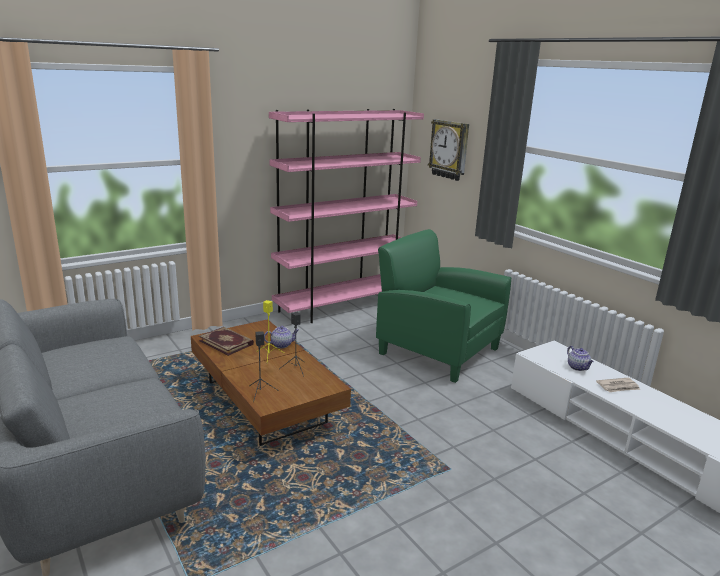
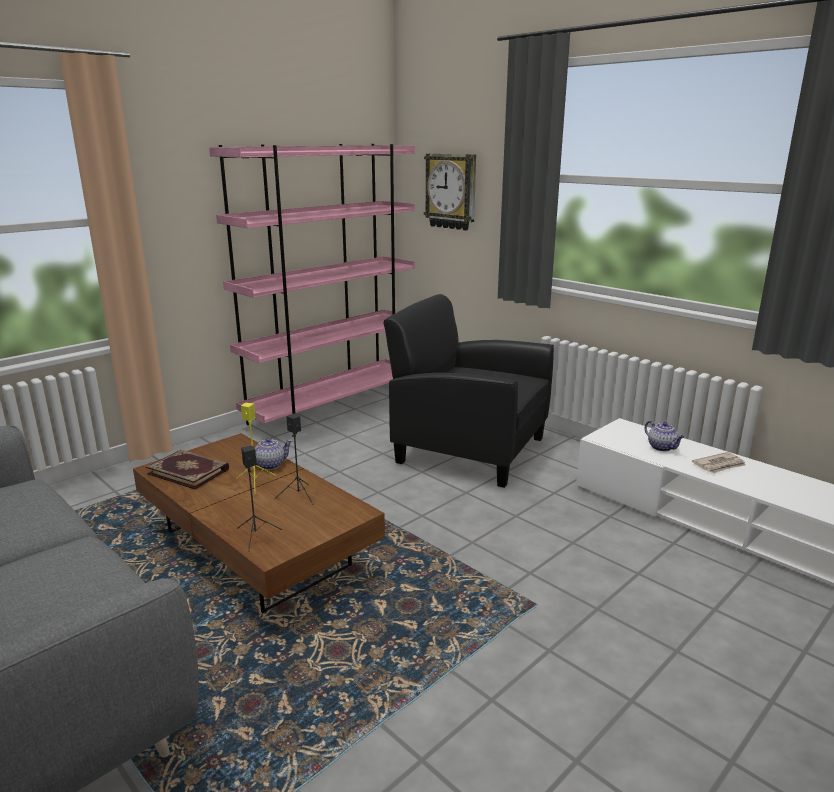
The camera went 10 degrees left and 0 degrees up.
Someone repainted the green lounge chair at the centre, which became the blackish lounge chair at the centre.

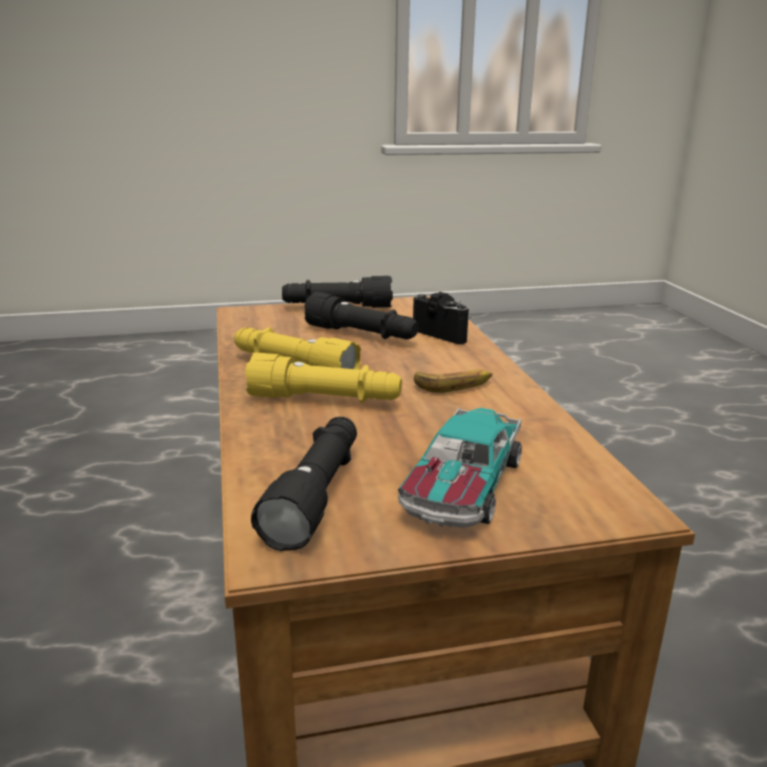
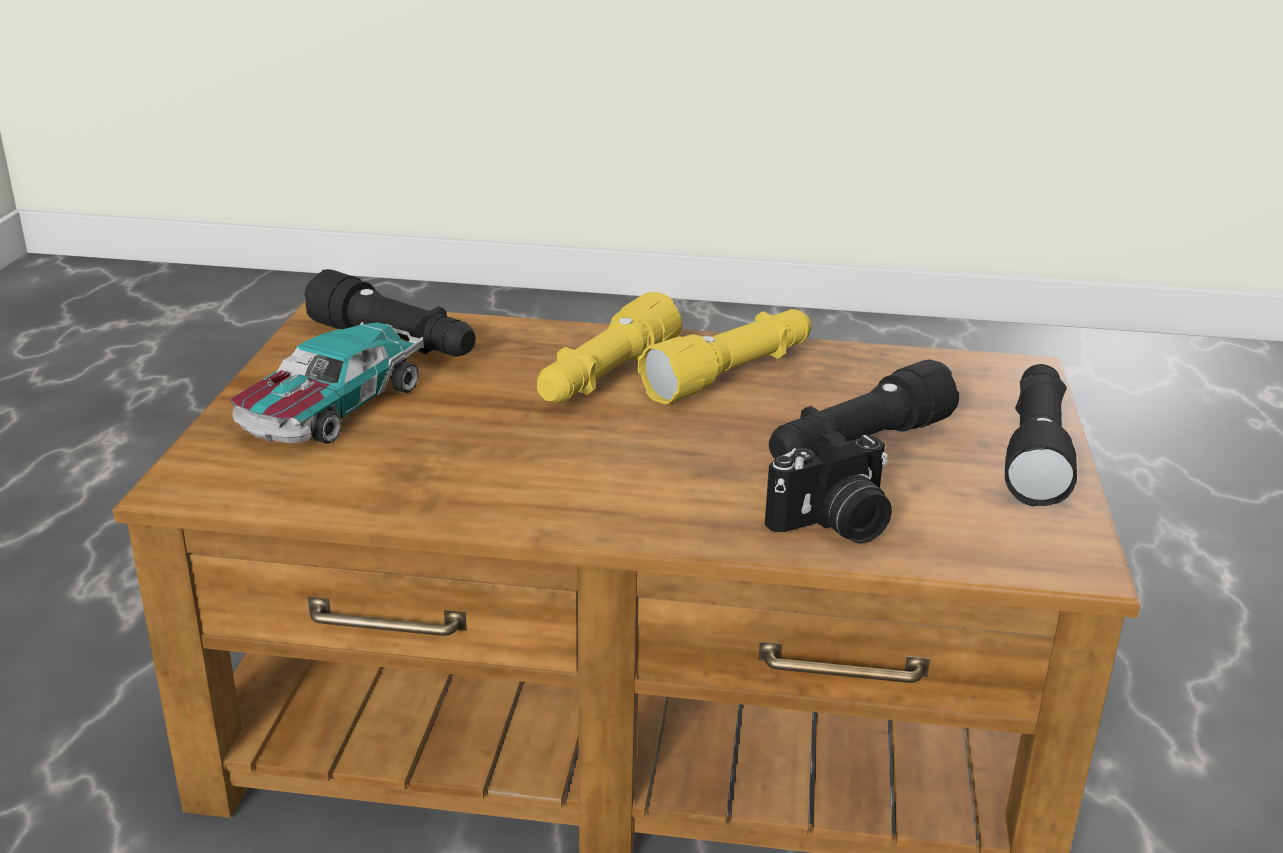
The camera went 110 degrees right and 5 degrees up.
Someone took away the banana fruit at the centre.
Someone rotated the model car at the centre by 105 degrees counterclockwise.

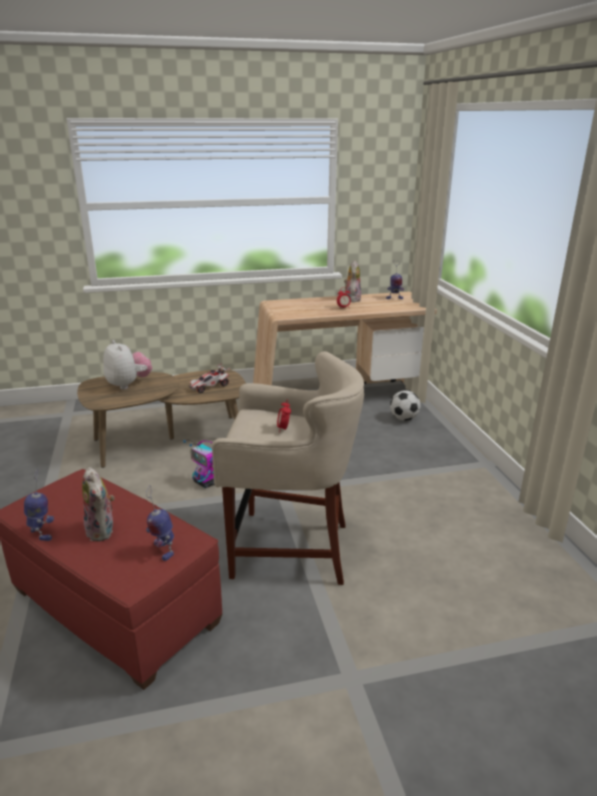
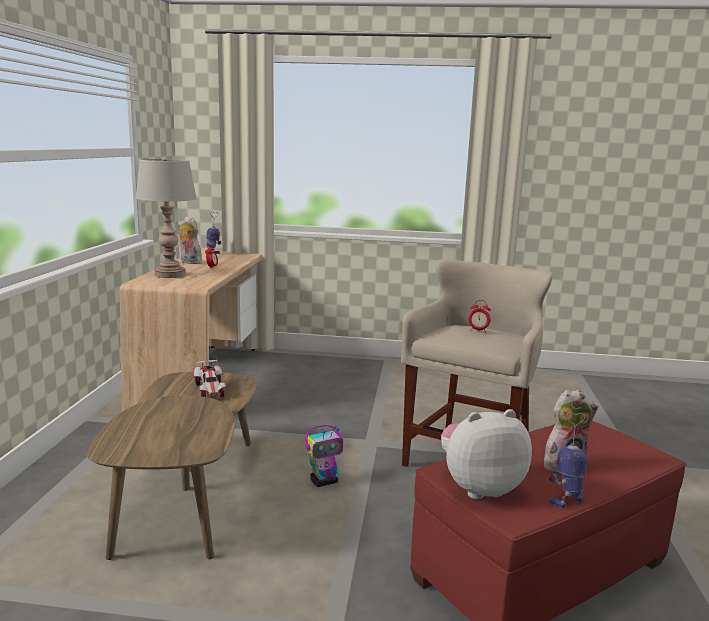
The camera went 70 degrees left and 10 degrees down.
Someone took away the model robot (no. 2 from left) at the middle left.
Someone took away the ball for football at the middle right.
Someone put down the gray tabletop lamp at the middle left.
Someone carried the plush toy (no. 2 from left) from the middle left to the bottom right.

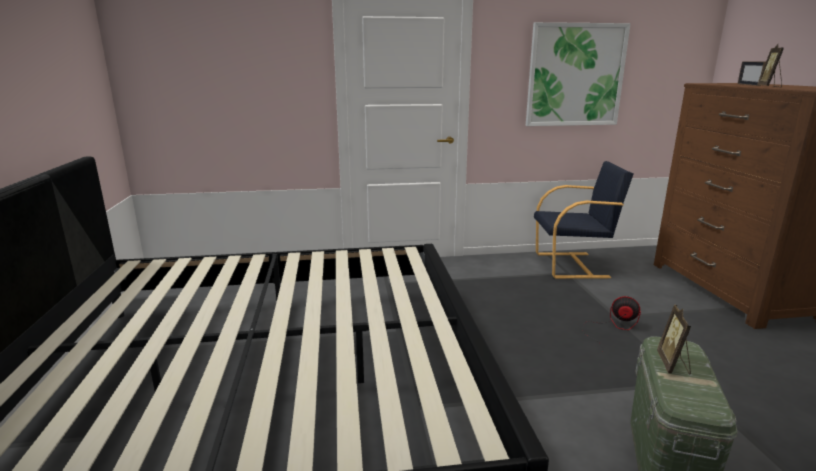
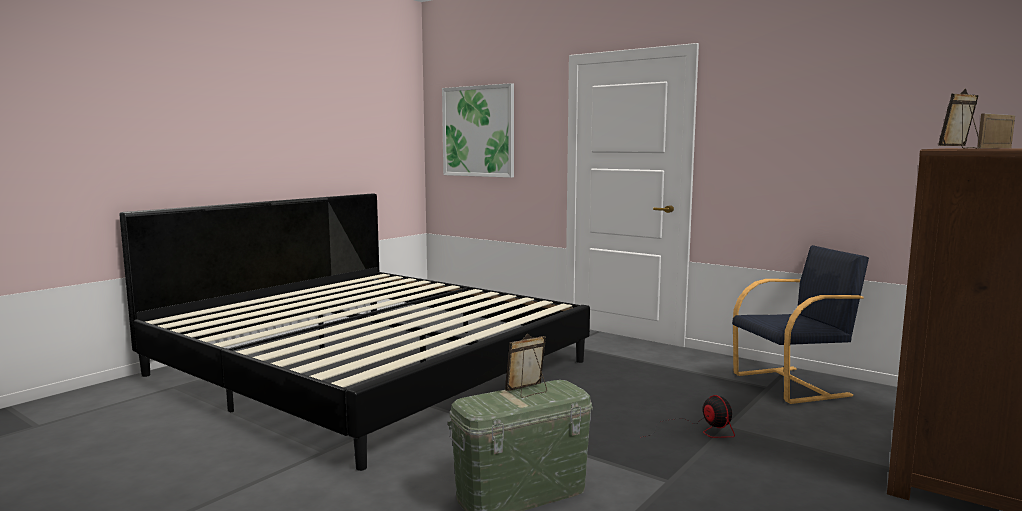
The camera went 45 degrees right and 10 degrees down.
Someone carried the wall picture from the top right to the top centre.
Someone rotated the blackish lounge chair at the middle right by 60 degrees counterclockwise.

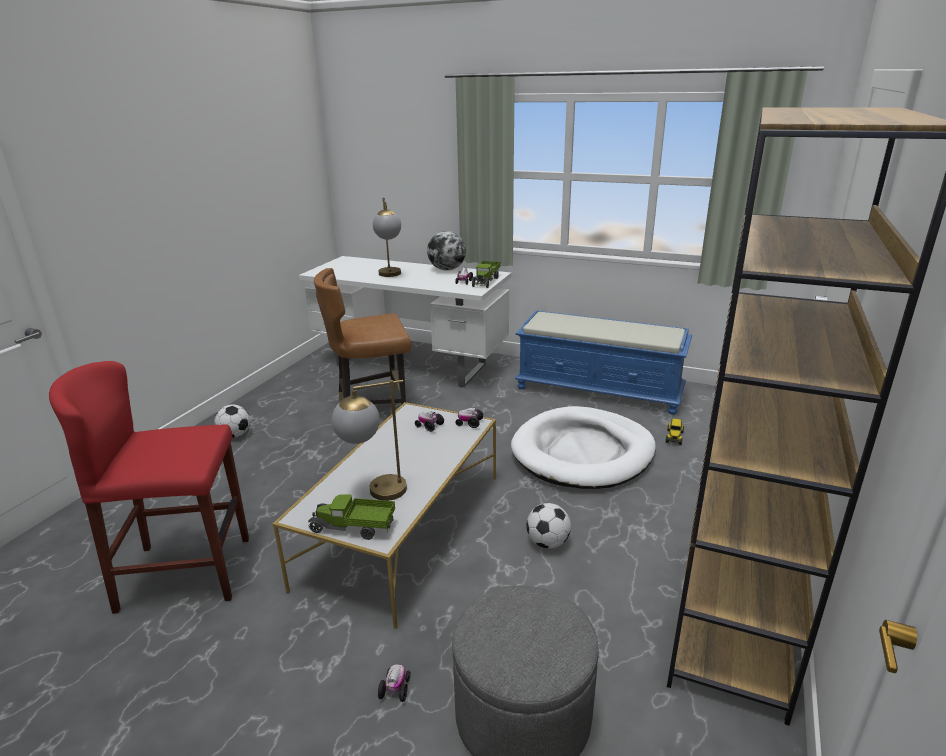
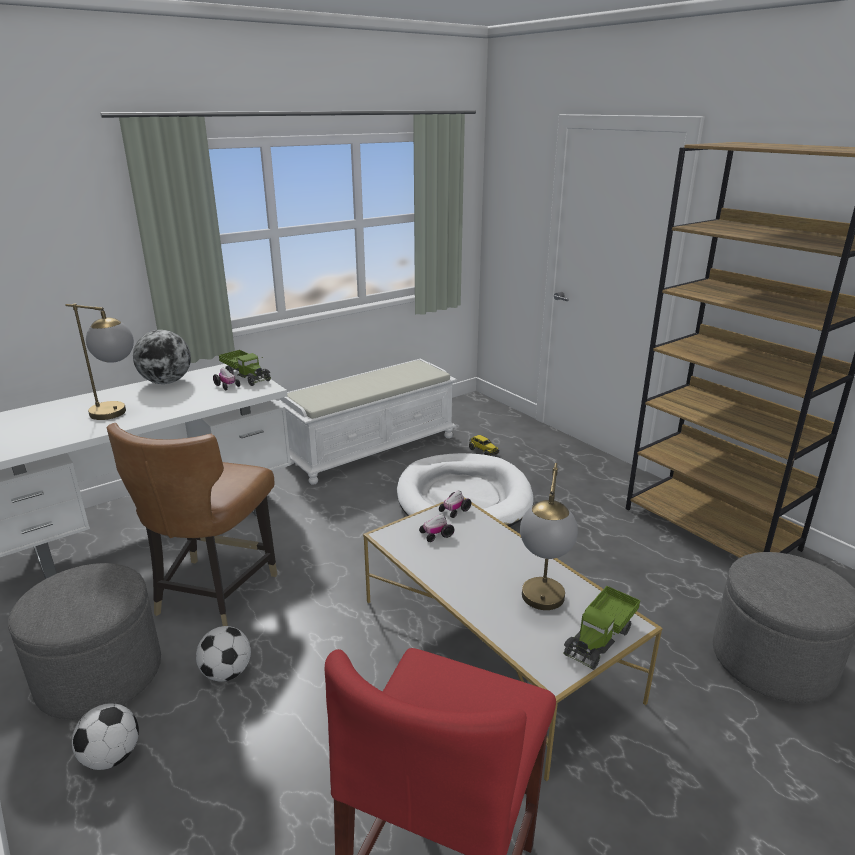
The camera went 60 degrees left and 0 degrees up.
Someone took away the model car (no. 1 from left) at the bottom centre.
Someone put down the gray footrest (no. 1 from left) at the bottom left.
Someone carried the ball for football (no. 2 from left) from the bottom centre to the bottom left.
Someone repainted the bluish bench at the centre, which became the white bench at the centre.

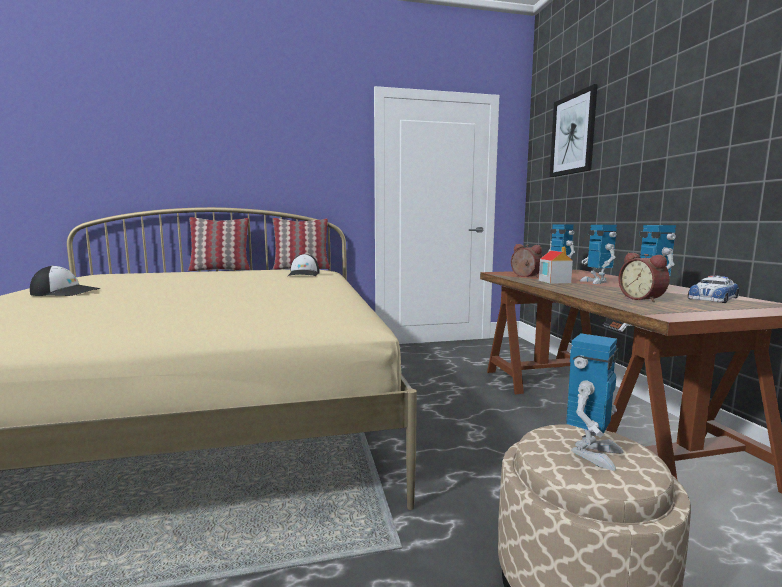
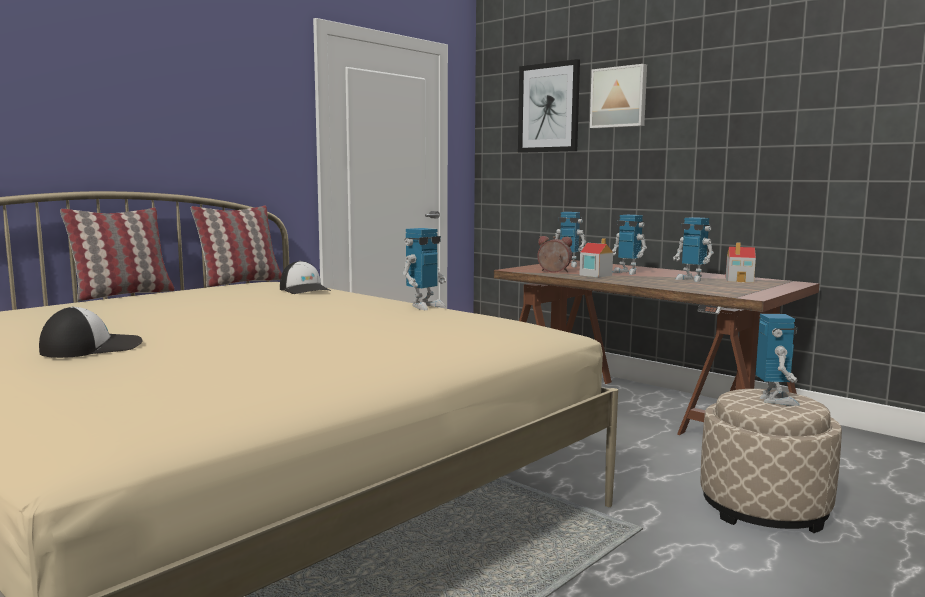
The camera went 35 degrees left and 0 degrees up.
Someone took away the alarm clock (no. 2 from left) at the middle right.
Someone put down the model robot (no. 1 from left) at the centre.
Someone put up the wall picture (no. 2 from left) at the top right.
Someone swapped the model car at the middle right for the toy house (no. 2 from left) at the middle right.

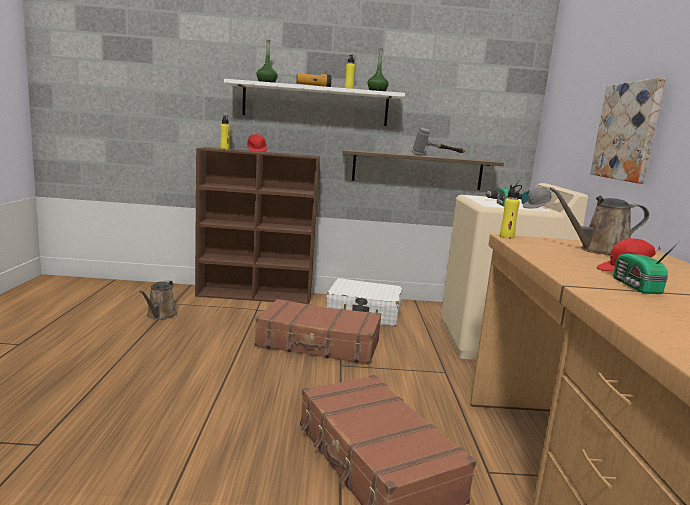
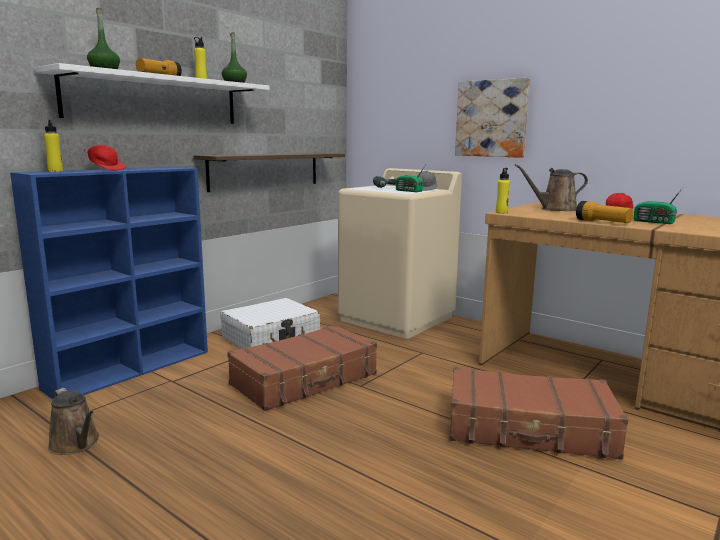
The camera went 50 degrees left and 0 degrees up.
Someone took away the hand hammer at the top centre.
Someone put down the hand torch (no. 2 from left) at the middle right.
Someone repainted the brownish bookcase at the centre, which became the bluish bookcase at the middle left.
Someone rotated the brownish watering pot (no. 2 from left) at the middle right by 45 degrees clockwise.

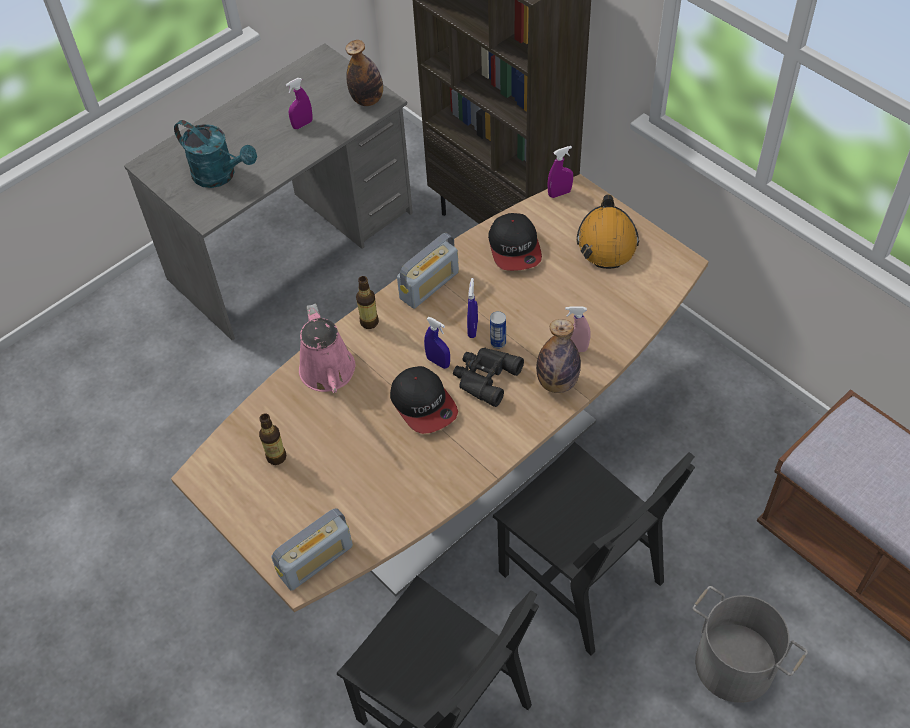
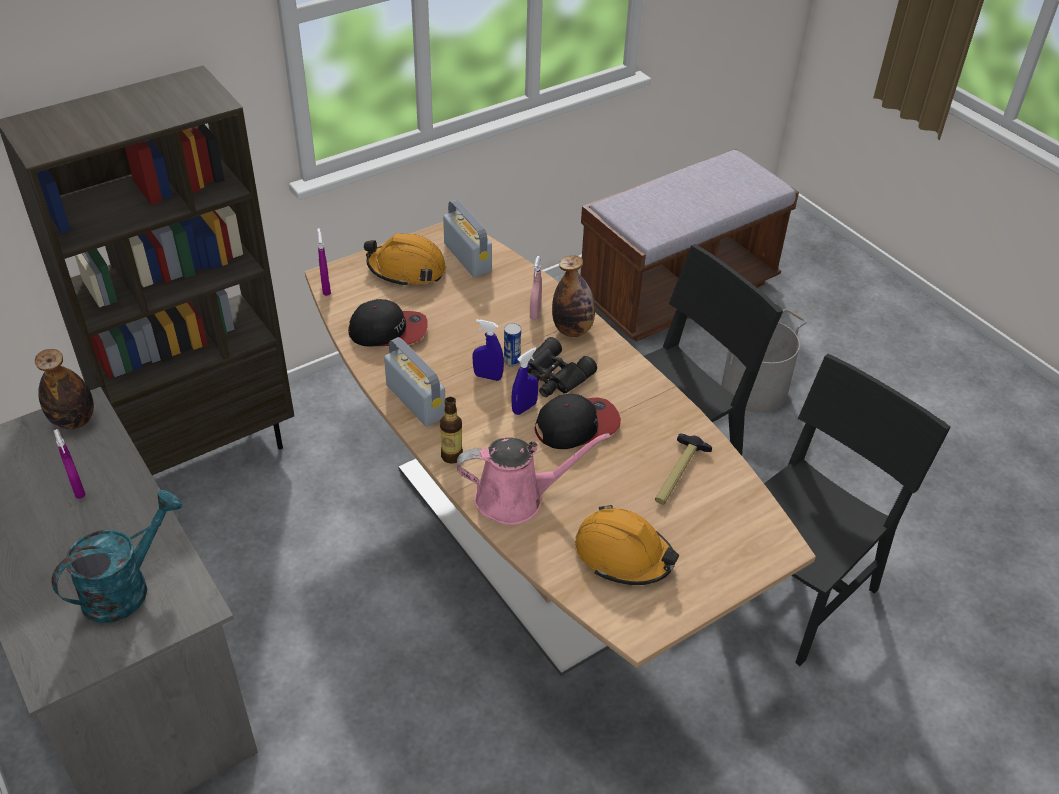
The camera went 85 degrees left and 10 degrees down.
Someone put down the hand hammer at the centre.
Someone carried the radio receiver (no. 1 from left in the first image) from the bottom centre to the top centre.
Someone swapped the drink bottle (no. 1 from left) at the middle left for the orange hard hat (no. 2 from left) at the bottom centre.

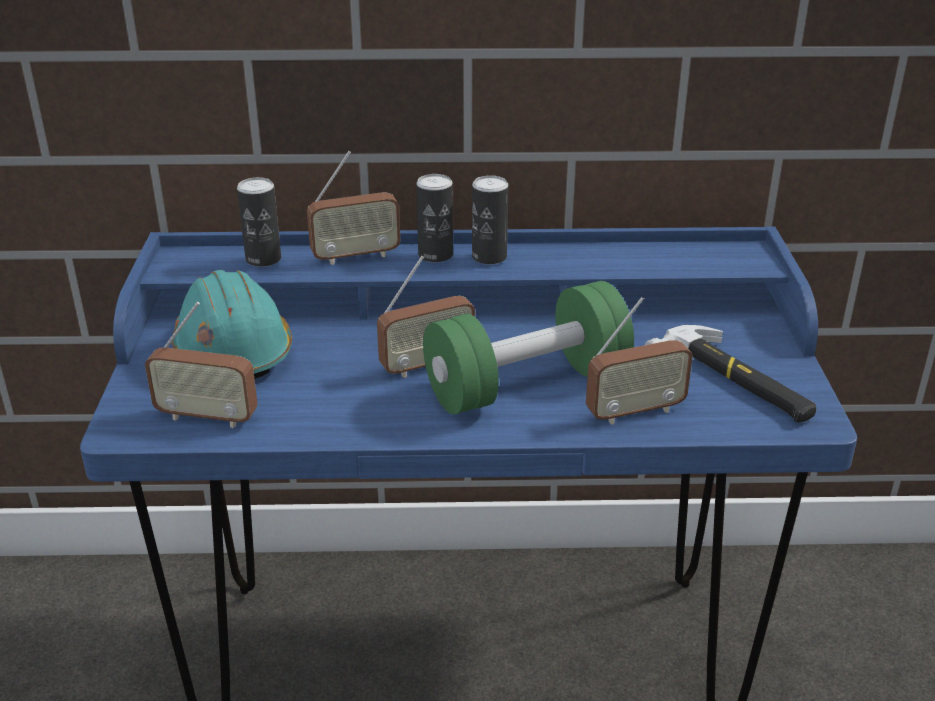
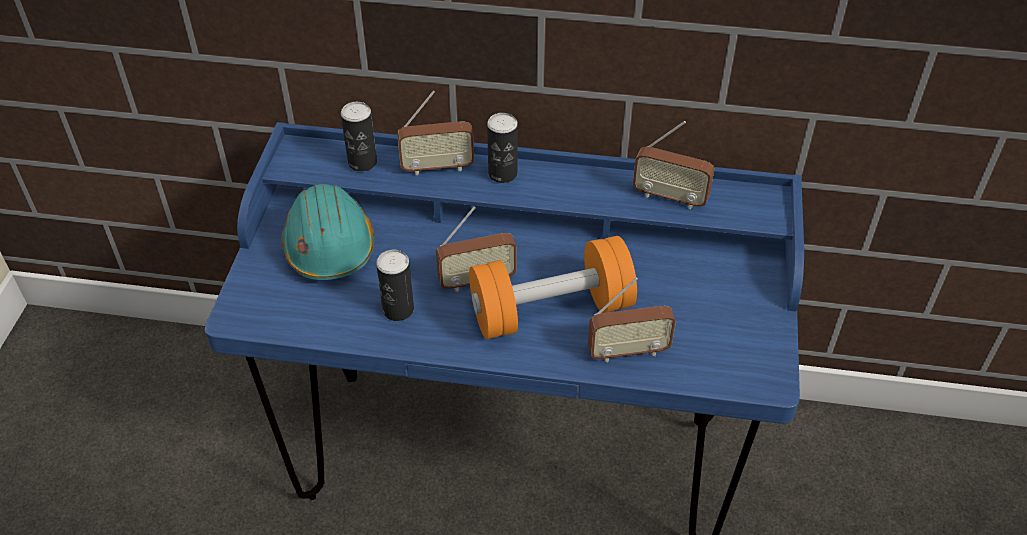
The camera went 10 degrees right and 15 degrees up.
Someone took away the hand hammer at the middle right.
Someone carried the radio receiver (no. 1 from left in the first image) from the middle left to the top centre.
Someone carried the metal can (no. 3 from left in the first image) from the top centre to the centre.
Someone repainted the green free weight at the centre, which became the orange free weight at the centre.

